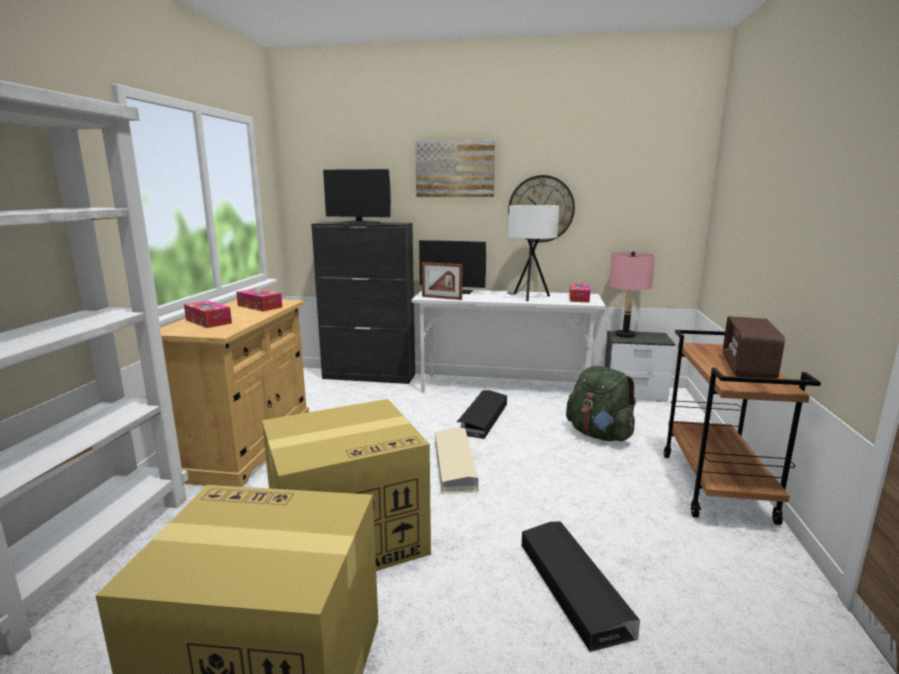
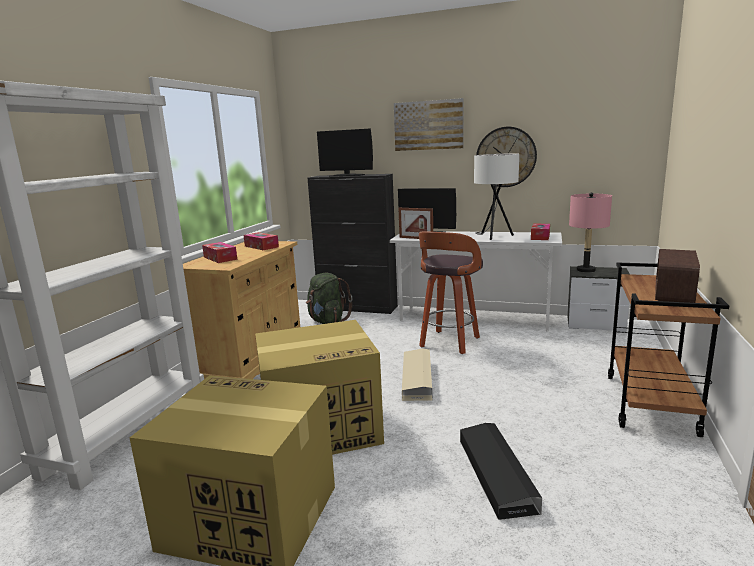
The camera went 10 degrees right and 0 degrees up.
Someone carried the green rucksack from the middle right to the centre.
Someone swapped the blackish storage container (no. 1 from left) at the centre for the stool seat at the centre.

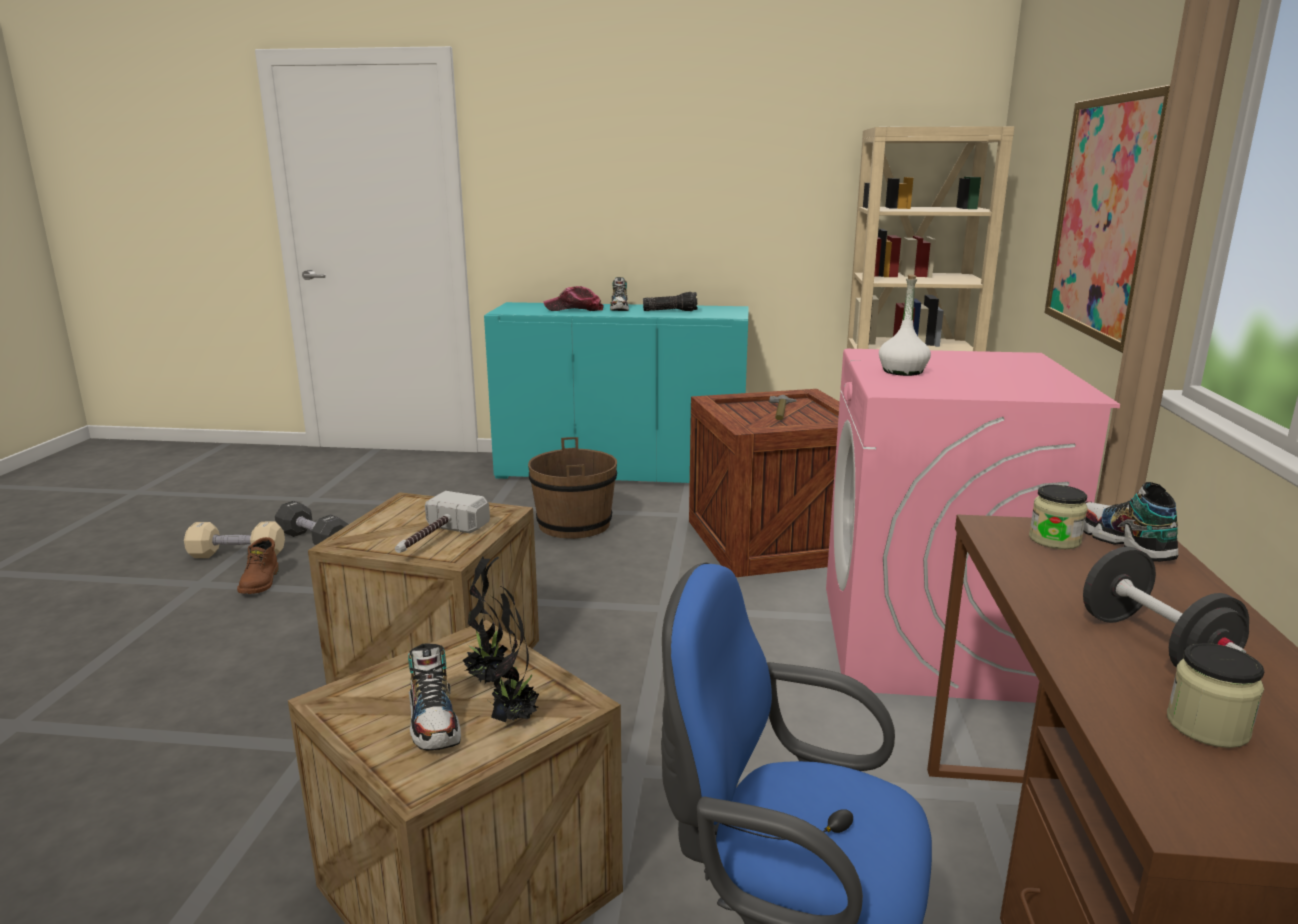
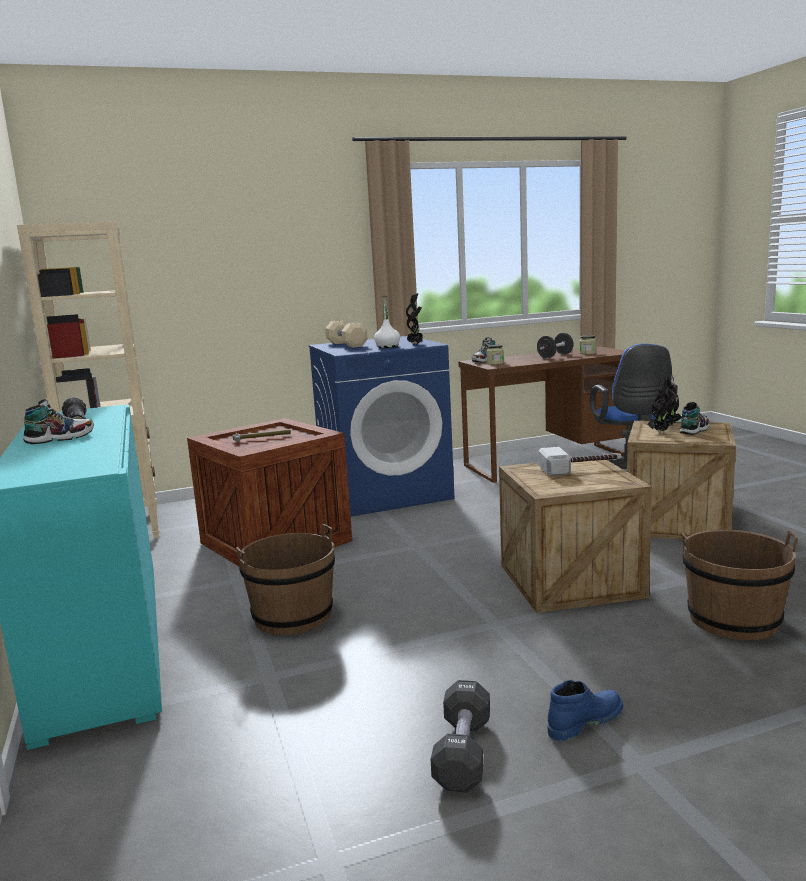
The camera went 115 degrees left and 5 degrees down.
Someone took away the baseball cap at the top centre.
Someone took away the wall picture at the top right.
Someone put down the potted plant (no. 1 from left) at the centre.
Someone put down the brownish bucket (no. 2 from left) at the middle right.
Someone carried the beige-coloured free weight from the middle left to the centre.
Someone repainted the brownish boot at the middle left, which became the bluish boot at the bottom right.
Someone repainted the pink laundry appliance at the middle right, which became the bluish laundry appliance at the centre.

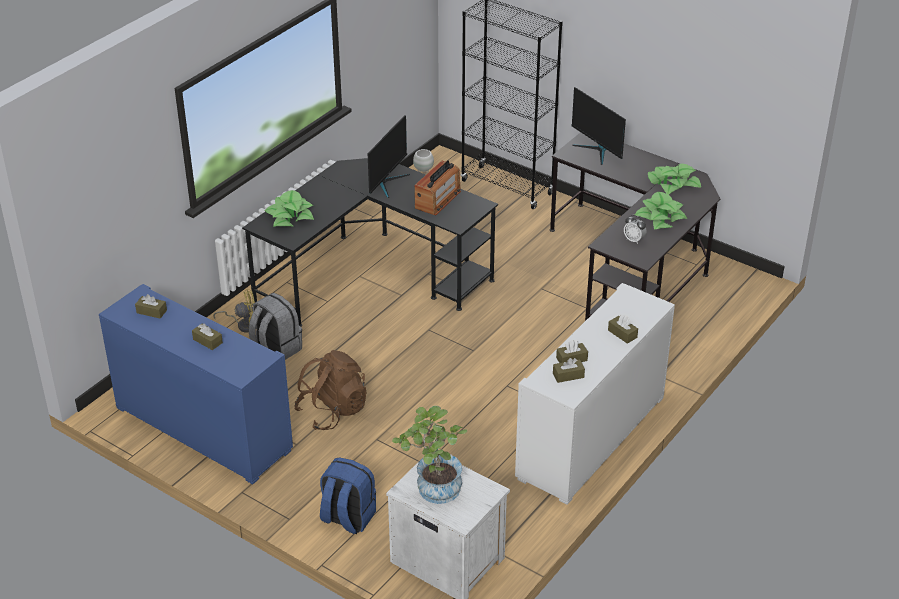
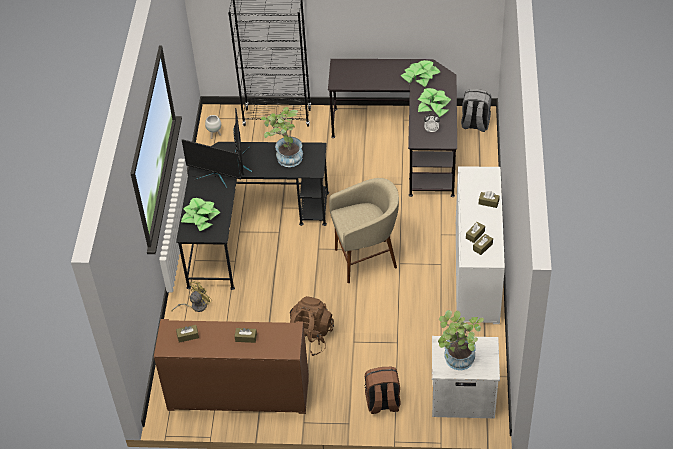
The camera went 30 degrees left and 10 degrees up.
Someone put down the beige-coloured stool seat at the centre.
Someone carried the gray rucksack from the middle left to the top right.
Someone carried the computer screen (no. 2 from left in the first image) from the top centre to the middle left.
Someone swapped the radio receiver at the top centre for the potted plant (no. 2 from left) at the top centre.
Someone repainted the bluish storage cabinet at the middle left, which became the brownish storage cabinet at the bottom centre.
Someone repainted the bluish rucksack at the bottom centre, which became the brownish rucksack (no. 2 from left) at the bottom centre.

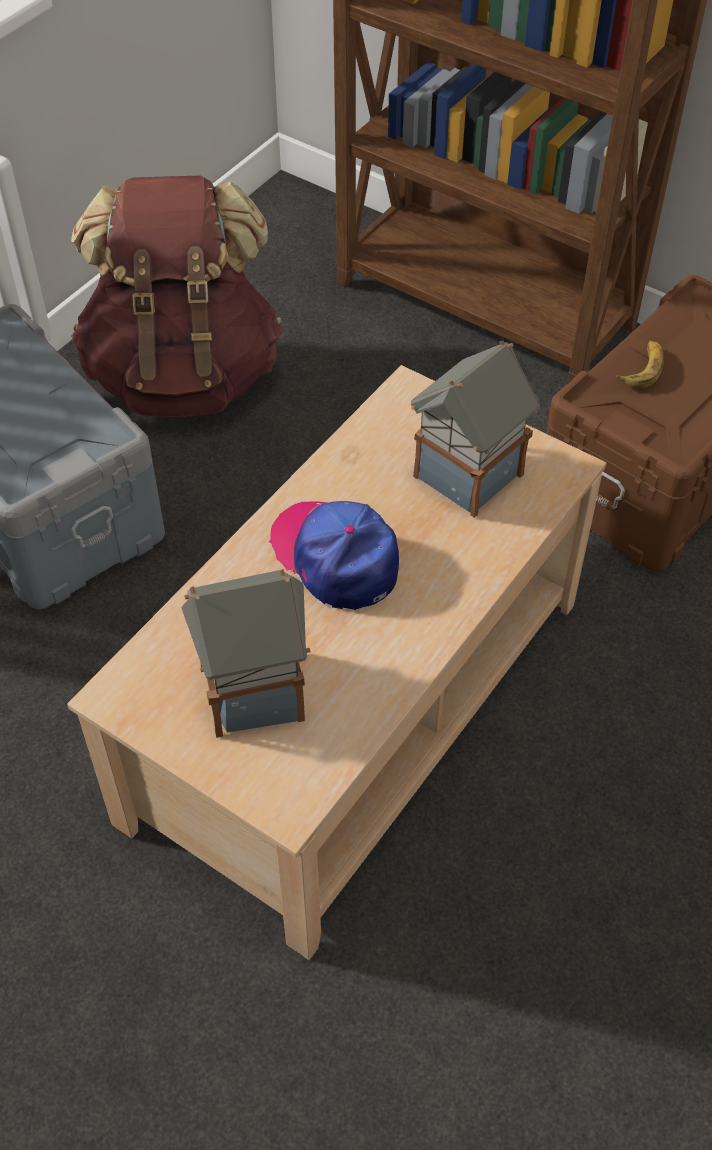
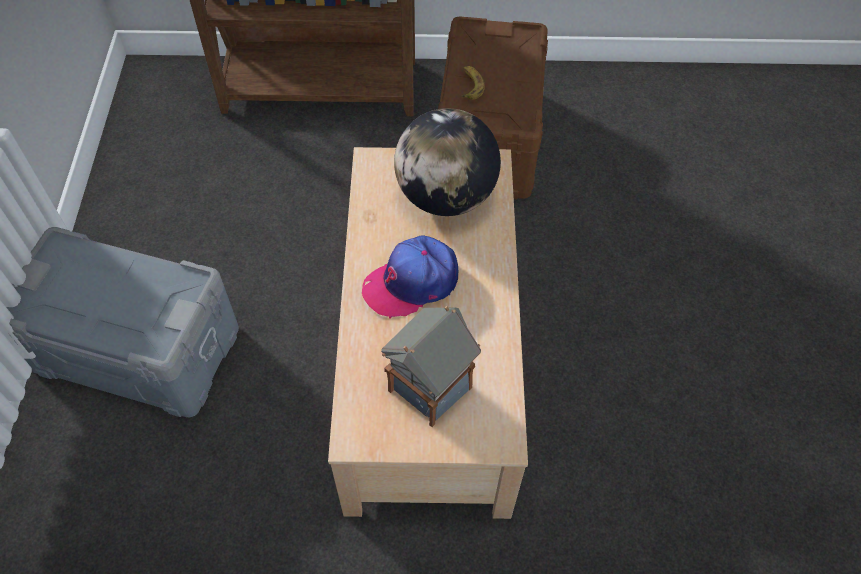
The camera went 35 degrees left and 5 degrees up.
Someone took away the brownish rucksack at the top left.
Someone swapped the toy house (no. 2 from left) at the middle right for the desk globe at the top centre.
Someone rotated the baseball cap at the centre by 45 degrees counterclockwise.

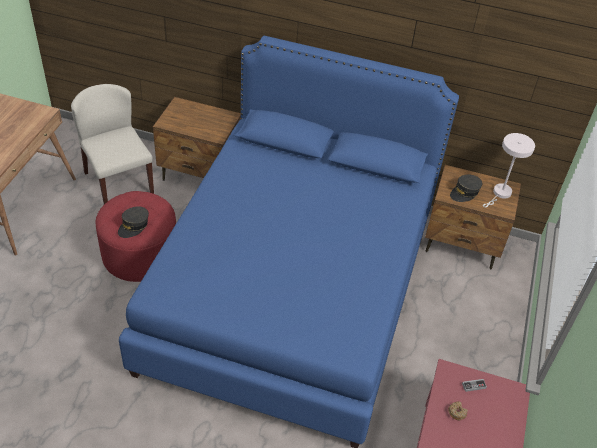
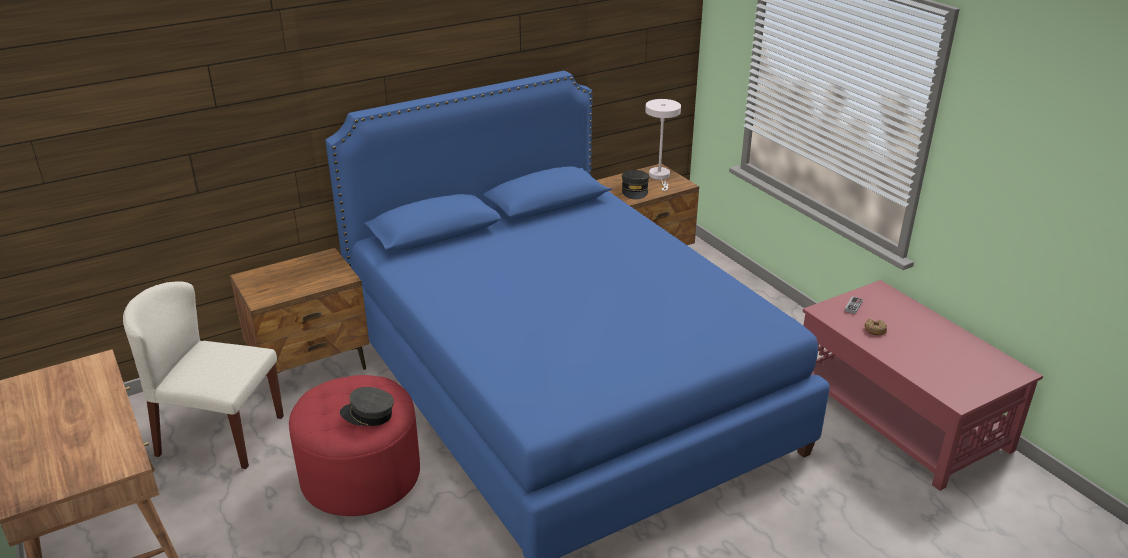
The camera went 45 degrees left and 15 degrees down.
Someone rotated the gray baseball cap (no. 1 from left) at the middle left by 120 degrees clockwise.

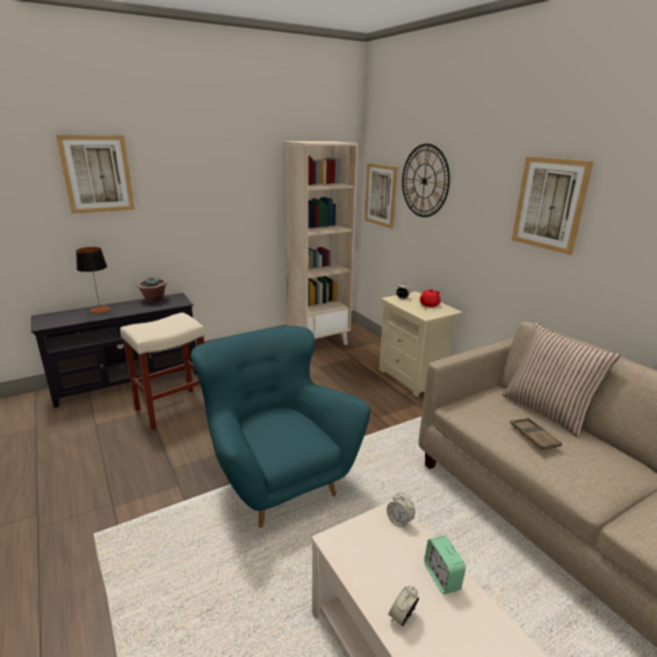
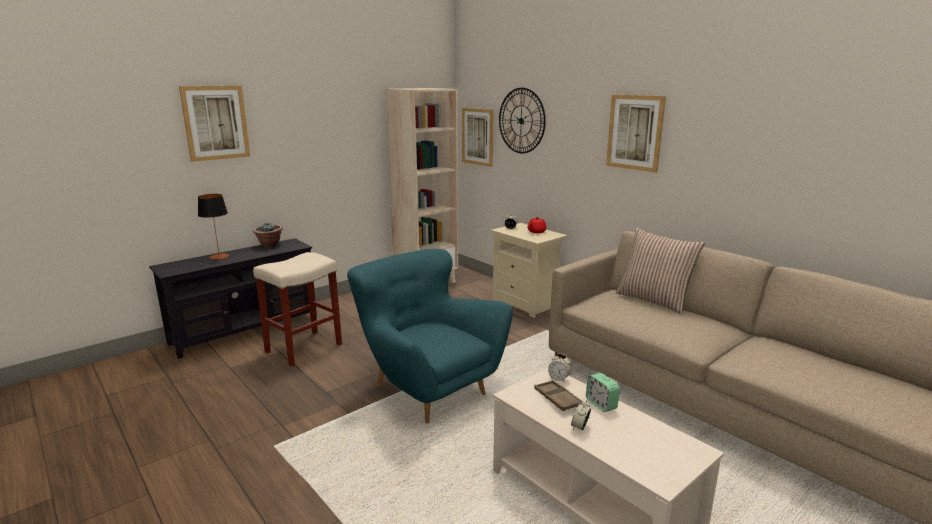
The camera went 10 degrees left and 5 degrees down.
Someone carried the brownish serving tray from the middle right to the bottom centre.

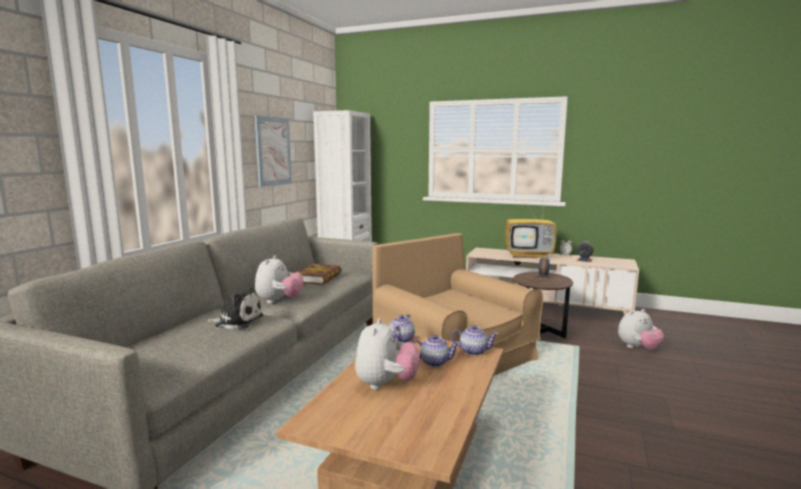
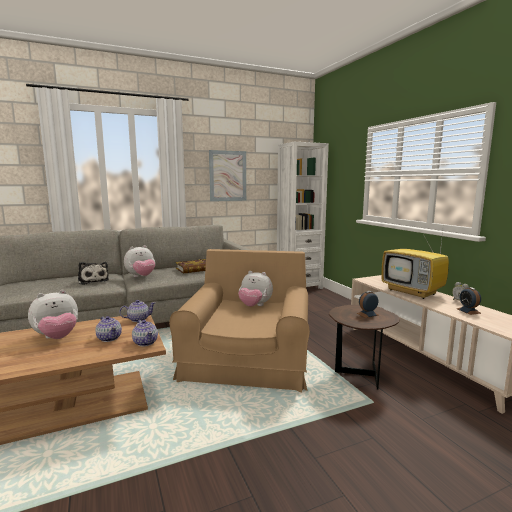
The camera went 45 degrees right and 0 degrees up.
Someone carried the plush toy (no. 4 from left) from the bottom right to the centre.

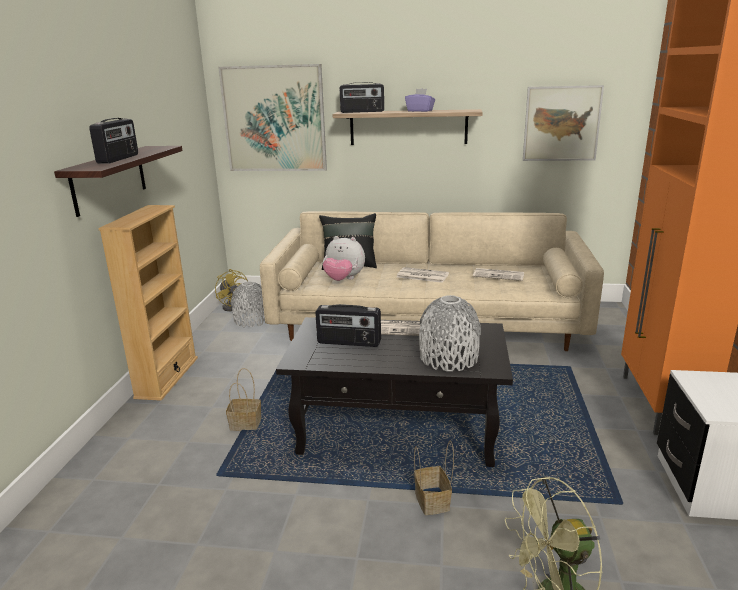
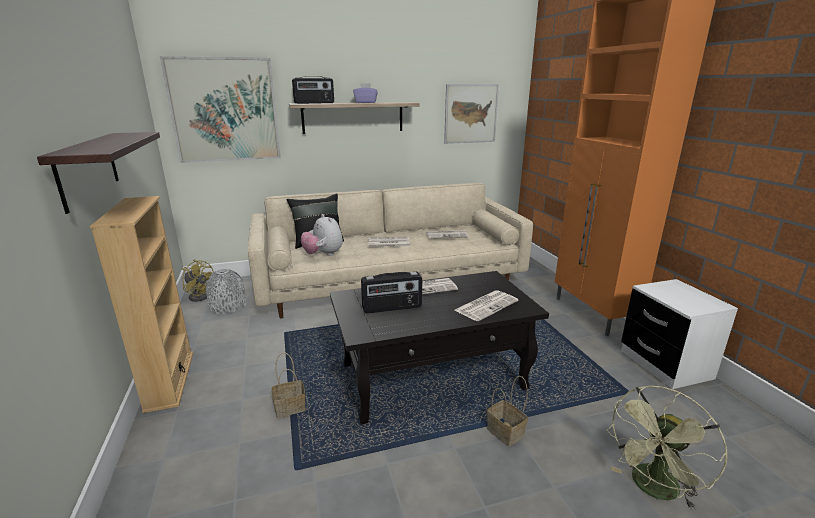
The camera went 25 degrees left and 0 degrees up.
Someone took away the radio receiver (no. 1 from left) at the top left.
Someone swapped the gray decorative vase (no. 2 from left) at the centre for the newspaper (no. 4 from left) at the centre.
Someone rotated the plush toy at the centre by 60 degrees clockwise.

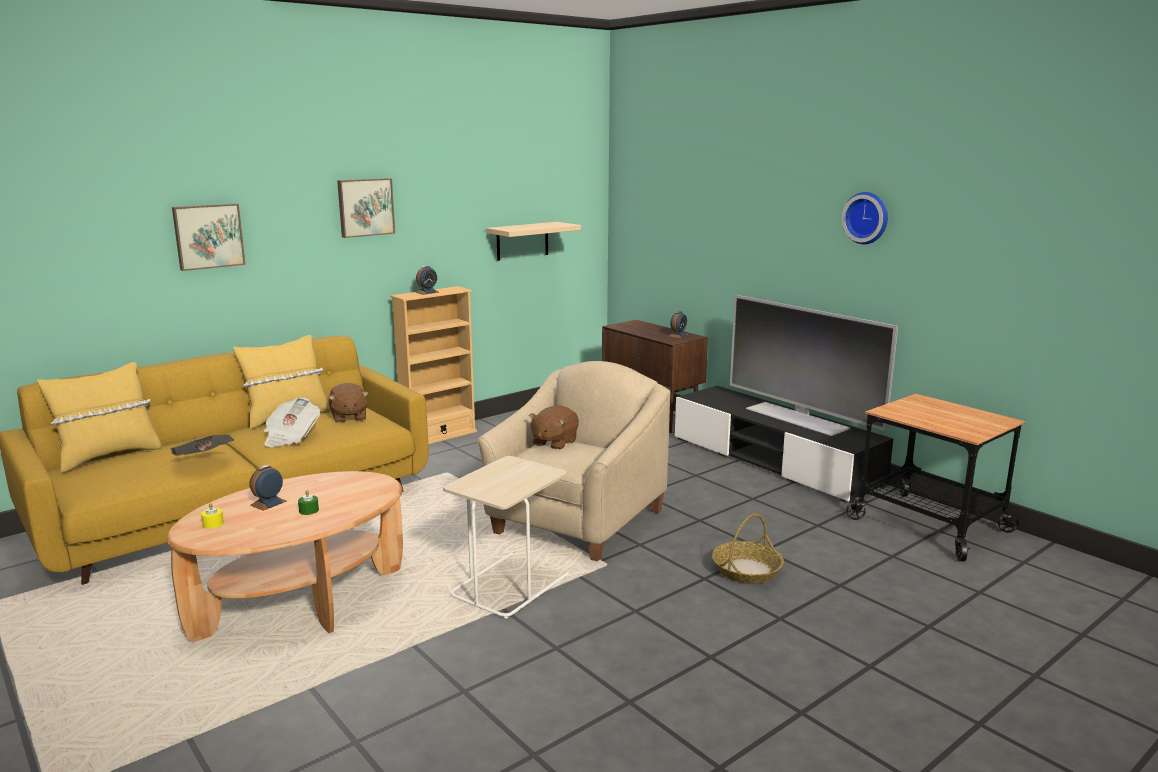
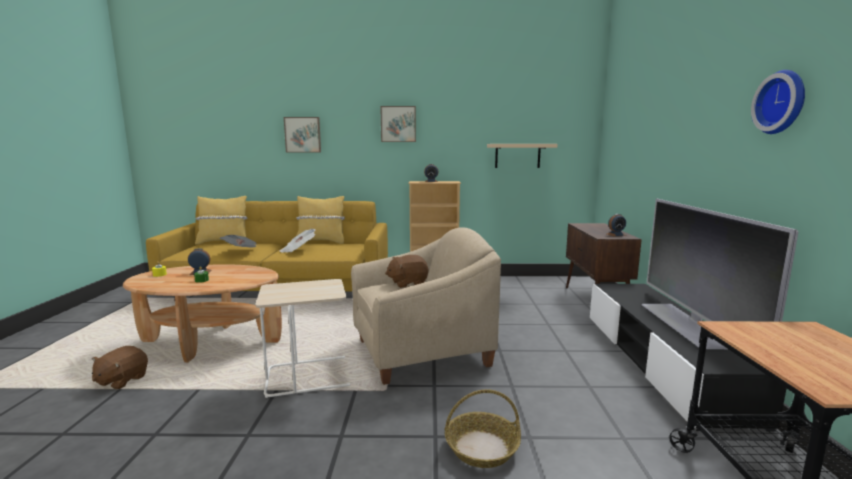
The camera went 40 degrees right and 5 degrees down.
Someone carried the brownish plush toy (no. 1 from left) from the middle left to the bottom left.

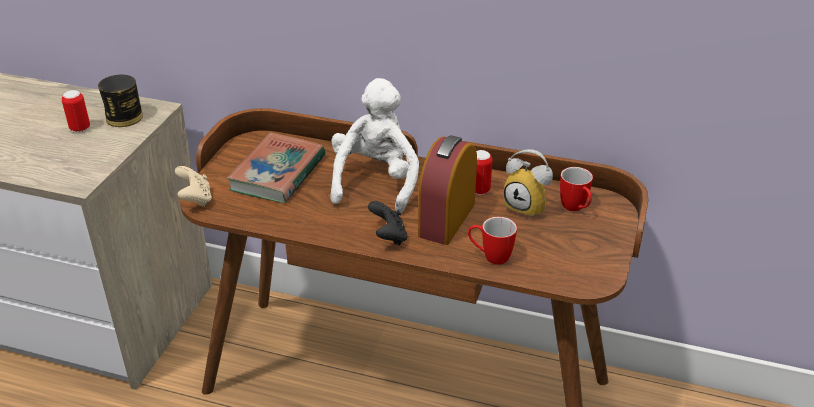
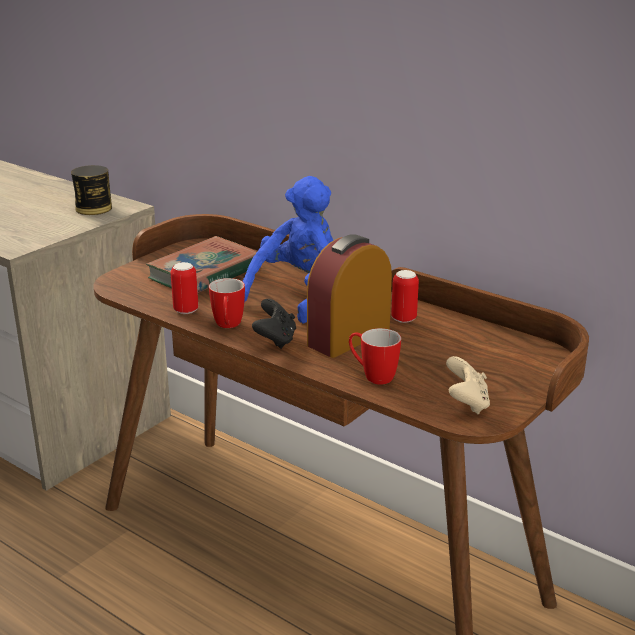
The camera went 20 degrees right and 10 degrees down.
Someone took away the alarm clock (no. 2 from left) at the centre.
Someone carried the metal can (no. 1 from left in the first image) from the top left to the middle left.
Someone carried the beige-coloured joypad from the middle left to the middle right.
Someone carried the mug (no. 2 from left in the first image) from the middle right to the centre.
Someone repainted the white plush toy at the centre, which became the bluish plush toy at the centre.

